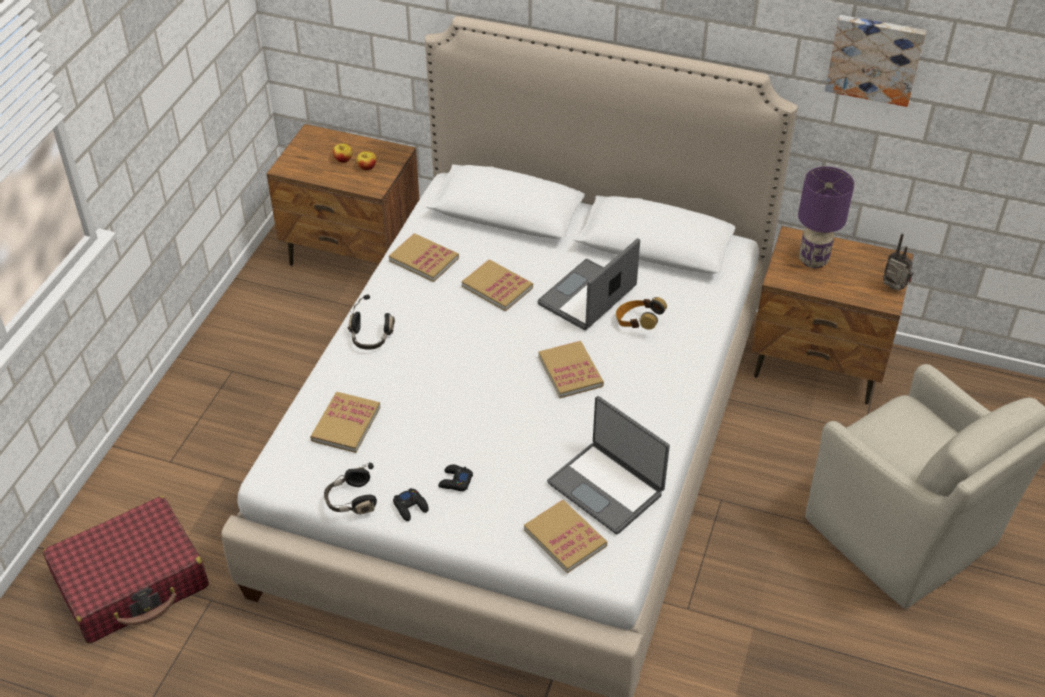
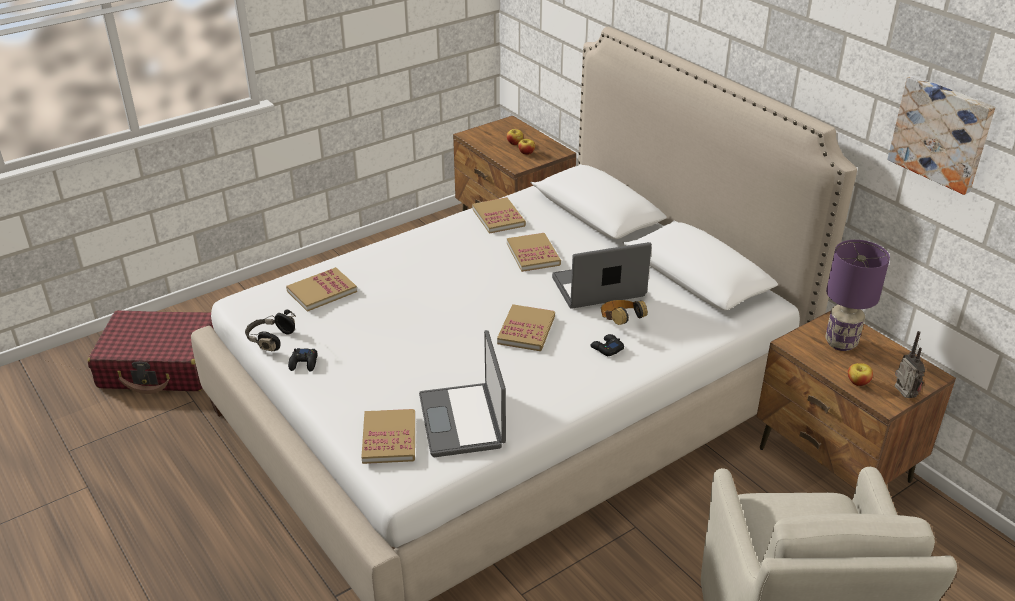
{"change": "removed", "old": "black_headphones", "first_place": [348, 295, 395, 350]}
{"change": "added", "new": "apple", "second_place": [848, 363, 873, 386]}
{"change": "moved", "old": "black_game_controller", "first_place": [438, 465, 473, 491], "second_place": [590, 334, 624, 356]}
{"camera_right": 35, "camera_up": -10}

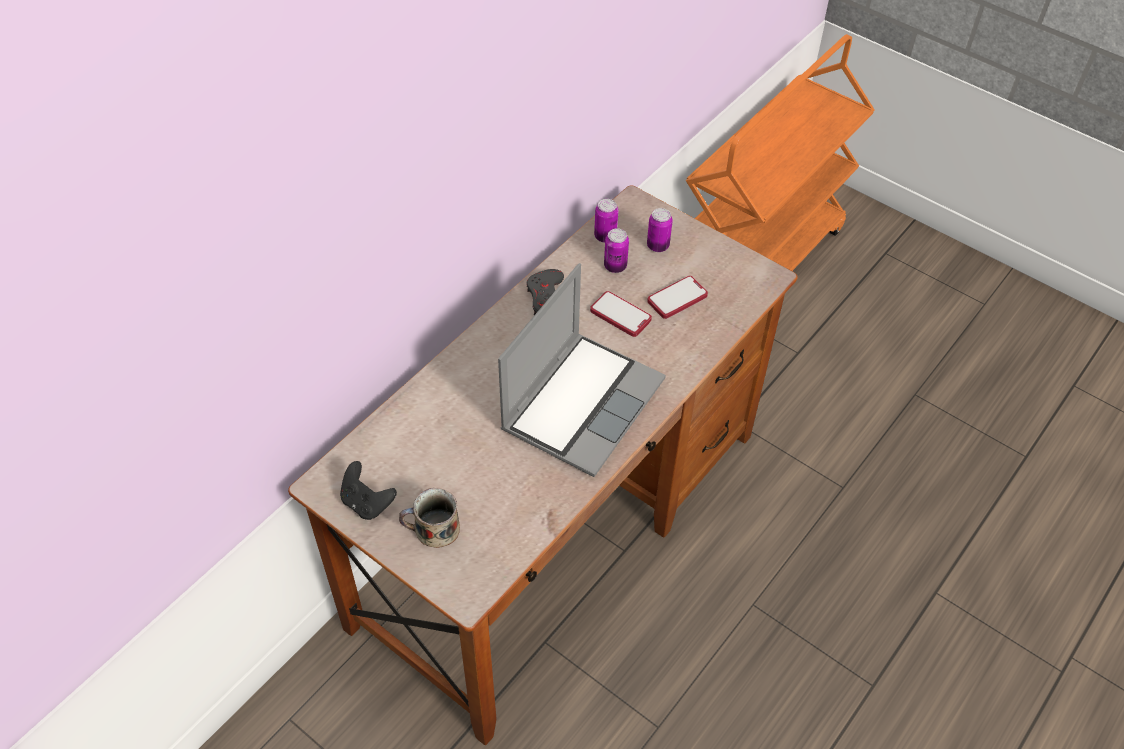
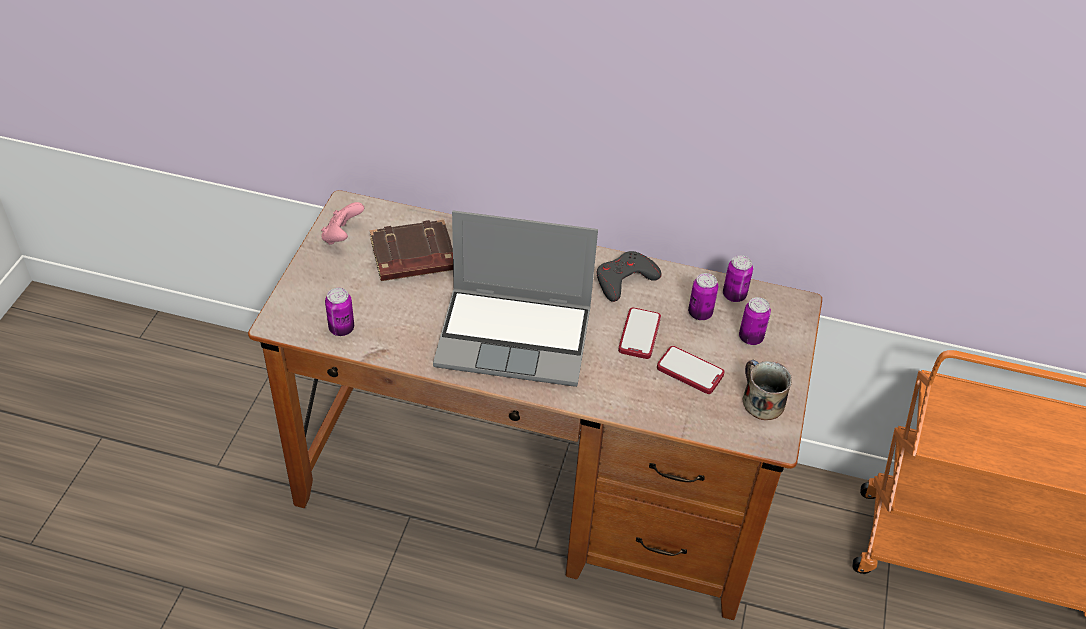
{"change": "added", "new": "can", "second_place": [325, 288, 354, 336]}
{"change": "added", "new": "brown_book", "second_place": [370, 220, 453, 281]}
{"change": "moved", "old": "mug", "first_place": [399, 488, 460, 548], "second_place": [743, 360, 792, 420]}
{"change": "recoloured", "old": "black_game_controller", "new": "pink_game_controller", "first_place": [340, 461, 397, 520], "second_place": [321, 202, 364, 245]}
{"camera_right": 65, "camera_up": -5}

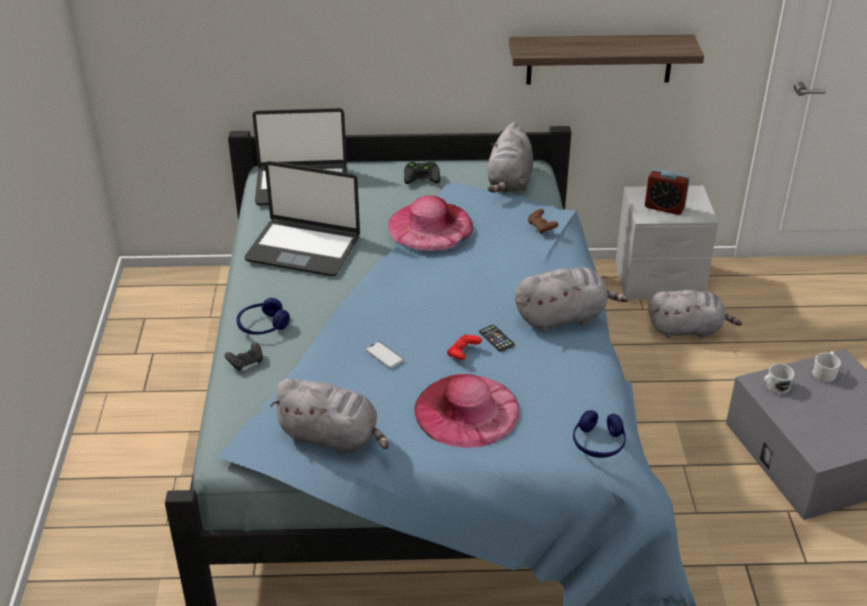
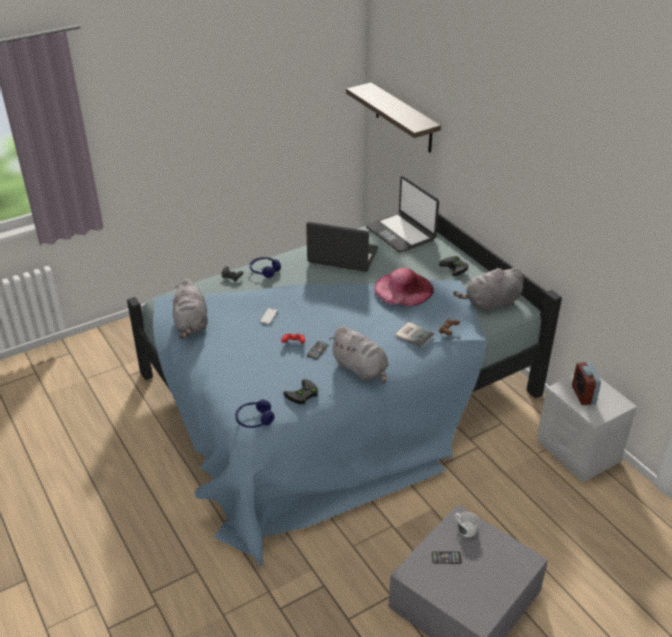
{"change": "removed", "old": "pink_hat", "first_place": [414, 374, 520, 448]}
{"change": "removed", "old": "grey_plush_toy", "first_place": [648, 289, 742, 339]}
{"change": "removed", "old": "white_mug", "first_place": [813, 351, 841, 382]}
{"change": "added", "new": "black_game_controller", "second_place": [283, 379, 318, 405]}
{"change": "added", "new": "book", "second_place": [395, 322, 435, 348]}
{"change": "added", "new": "phone", "second_place": [432, 551, 462, 564]}
{"change": "moved", "old": "shelf", "first_place": [509, 35, 704, 84], "second_place": [346, 83, 441, 153]}
{"change": "turned", "old": "laptop", "first_place": [245, 161, 360, 276], "second_place": [306, 222, 378, 272], "degrees": 120}
{"camera_right": 60, "camera_up": 0}

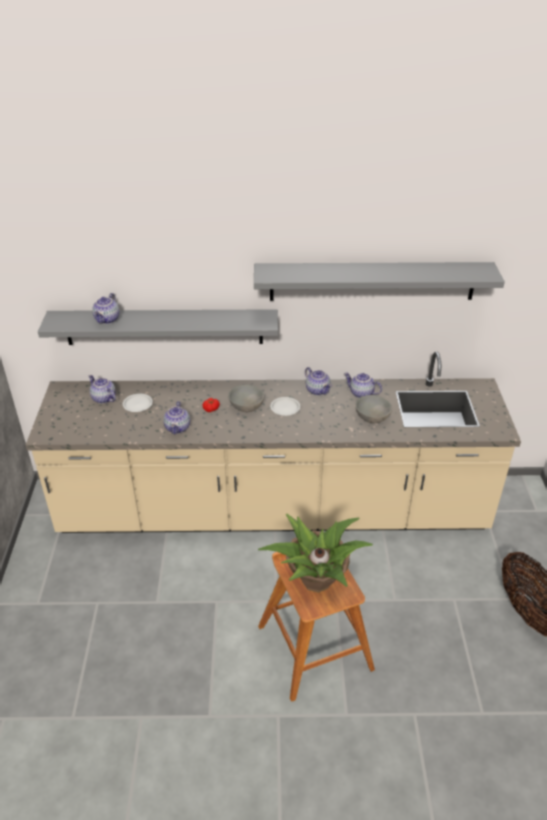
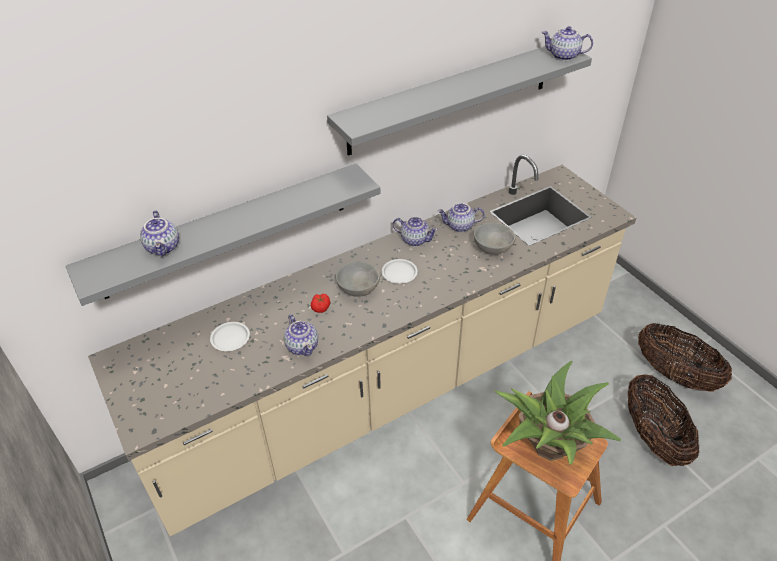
{"change": "added", "new": "basket", "second_place": [628, 375, 699, 466]}
{"change": "moved", "old": "teapot", "first_place": [89, 375, 116, 404], "second_place": [541, 26, 593, 61]}
{"camera_right": -30, "camera_up": 5}

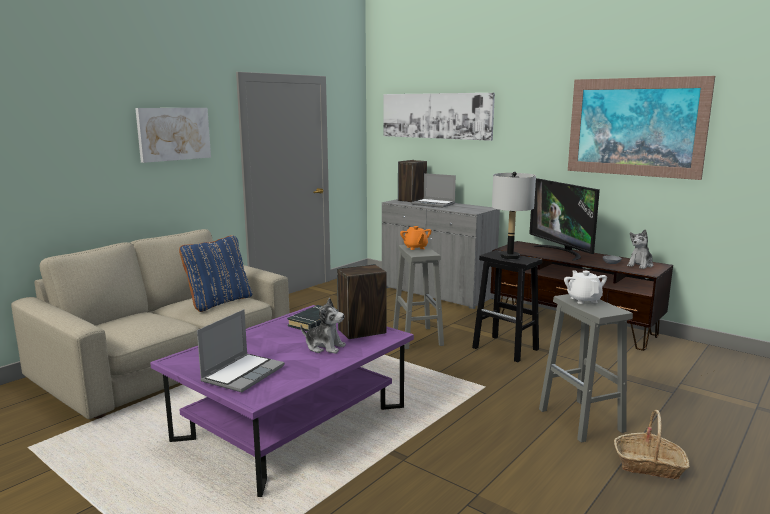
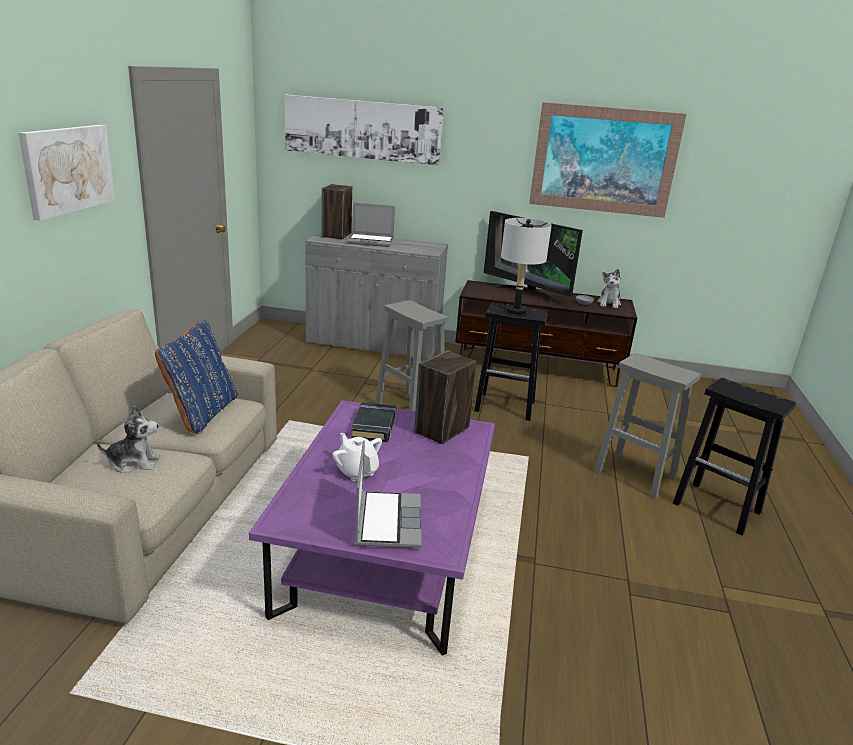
{"change": "removed", "old": "orange_teapot", "first_place": [400, 226, 431, 250]}
{"change": "moved", "old": "plush_toy", "first_place": [300, 298, 346, 354], "second_place": [96, 406, 160, 473]}
{"change": "moved", "old": "white_teapot", "first_place": [564, 270, 607, 304], "second_place": [332, 433, 382, 481]}
{"change": "replaced", "old": "basket", "new": "black_stool", "first_place": [614, 410, 690, 479], "second_place": [673, 378, 796, 536]}
{"camera_right": -30, "camera_up": 10}

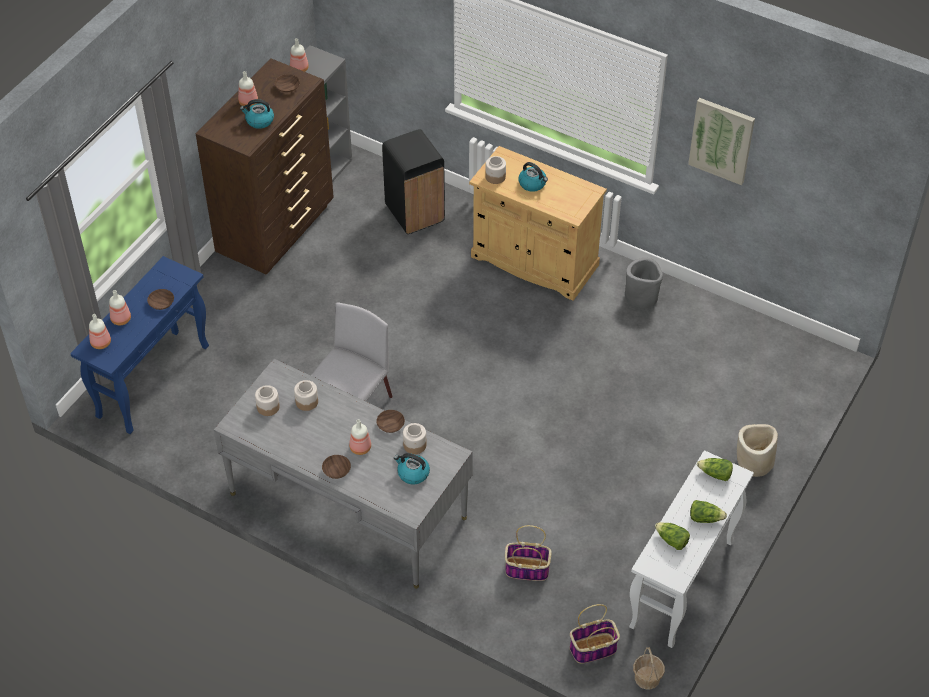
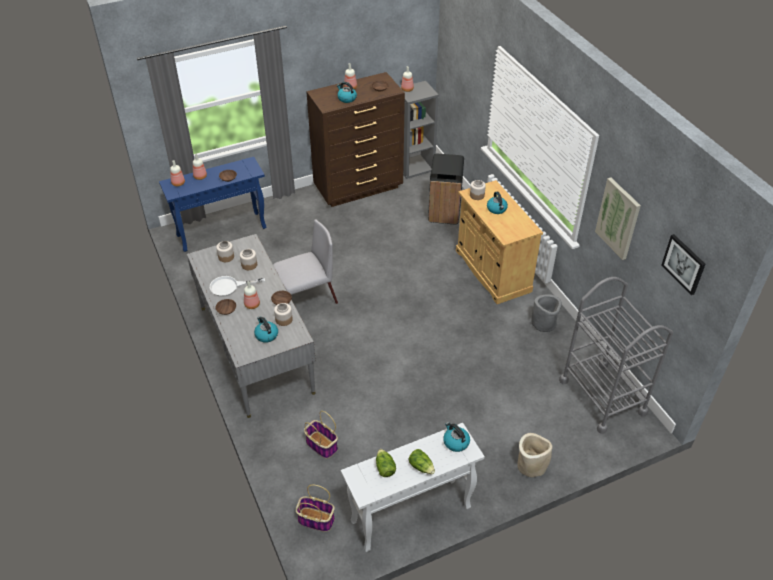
{"change": "removed", "old": "basket", "first_place": [633, 647, 665, 690]}
{"change": "added", "new": "white_frying_pan", "second_place": [210, 276, 265, 297]}
{"change": "added", "new": "grey_cart", "second_place": [559, 277, 673, 434]}
{"change": "added", "new": "picture", "second_place": [661, 234, 705, 295]}
{"change": "replaced", "old": "lettuce", "new": "kettle", "first_place": [697, 458, 733, 481], "second_place": [443, 422, 470, 452]}
{"camera_right": 35, "camera_up": -5}

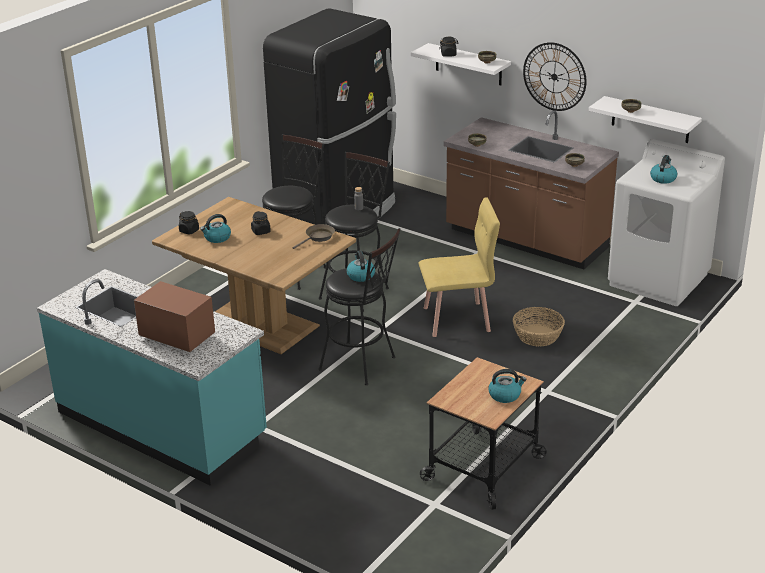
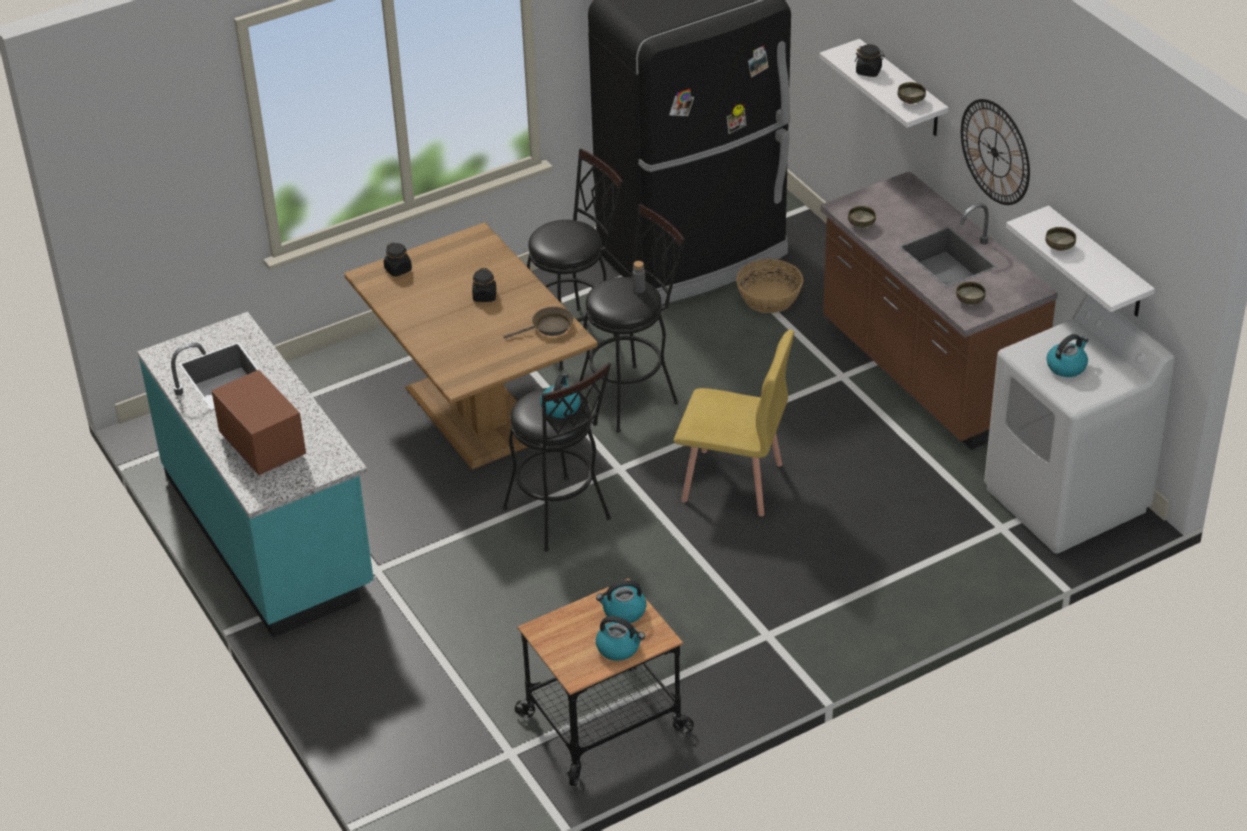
{"change": "moved", "old": "kettle", "first_place": [200, 214, 231, 243], "second_place": [596, 580, 646, 623]}
{"change": "moved", "old": "basket", "first_place": [513, 307, 565, 346], "second_place": [736, 259, 803, 313]}
{"camera_right": 25, "camera_up": 10}

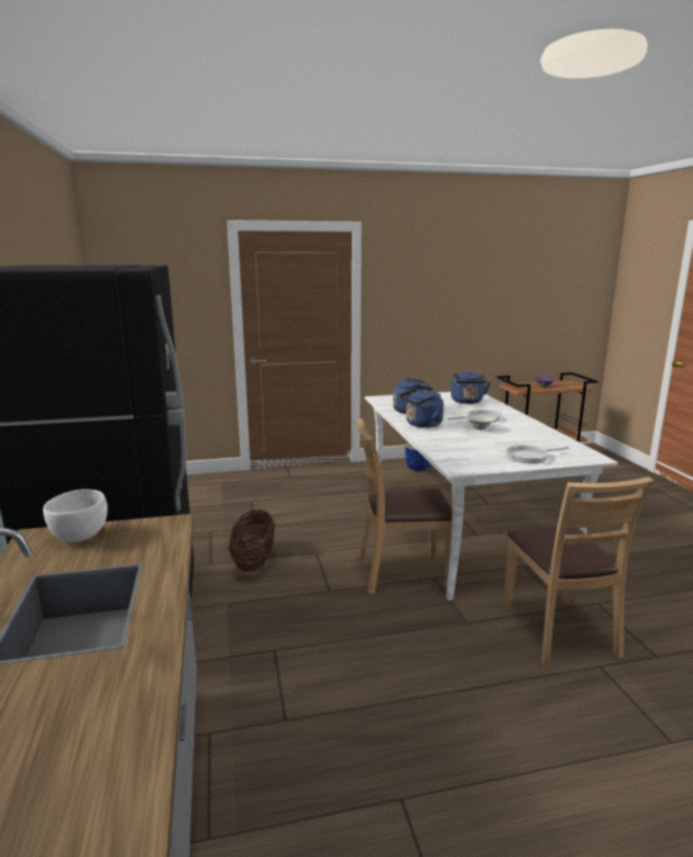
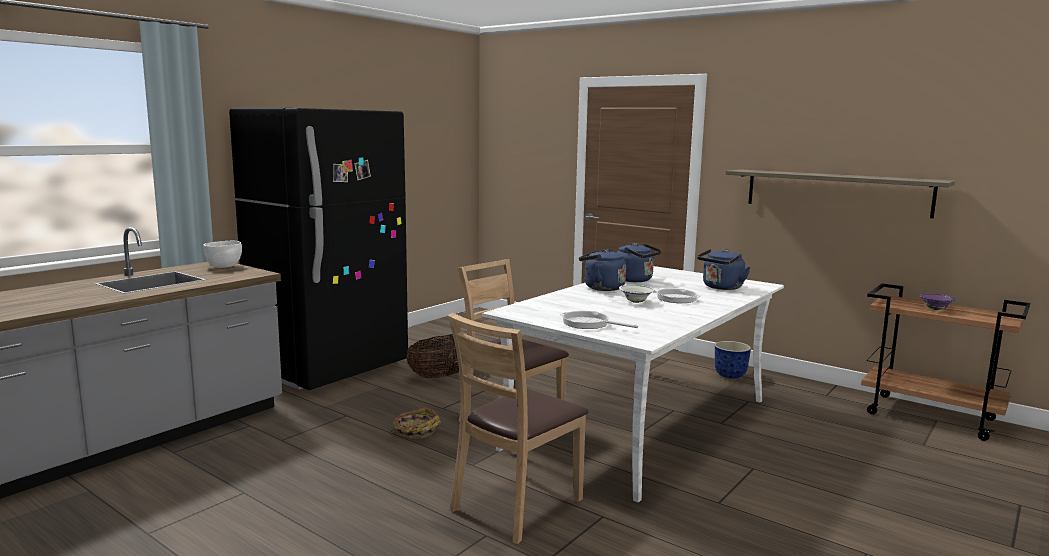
{"change": "added", "new": "basket", "second_place": [390, 407, 441, 439]}
{"change": "added", "new": "shelf", "second_place": [726, 169, 955, 218]}
{"camera_right": 50, "camera_up": -5}

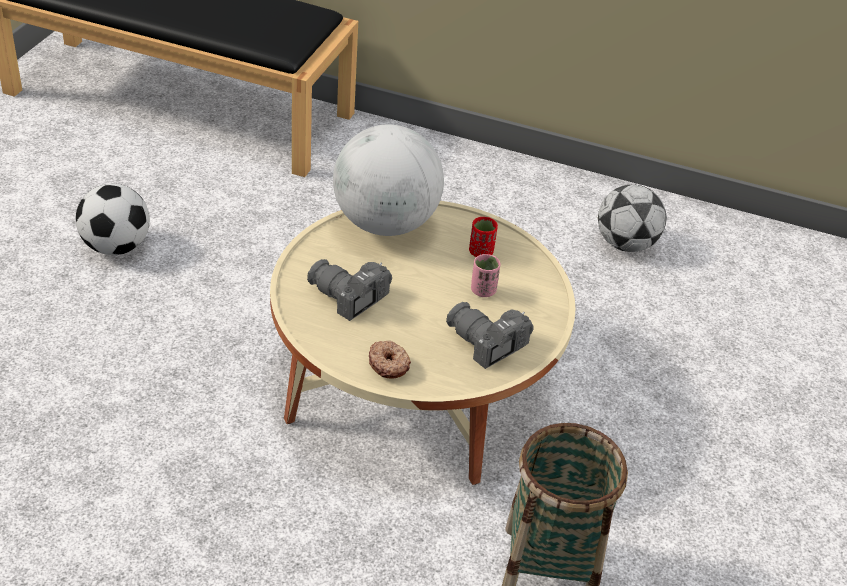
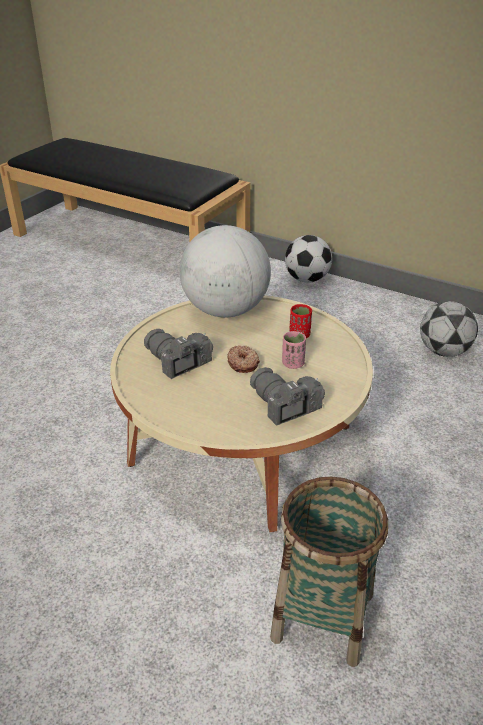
{"change": "moved", "old": "football", "first_place": [76, 183, 150, 255], "second_place": [285, 235, 332, 283]}
{"change": "moved", "old": "donut", "first_place": [369, 341, 411, 379], "second_place": [228, 345, 260, 373]}
{"camera_right": 15, "camera_up": -5}

